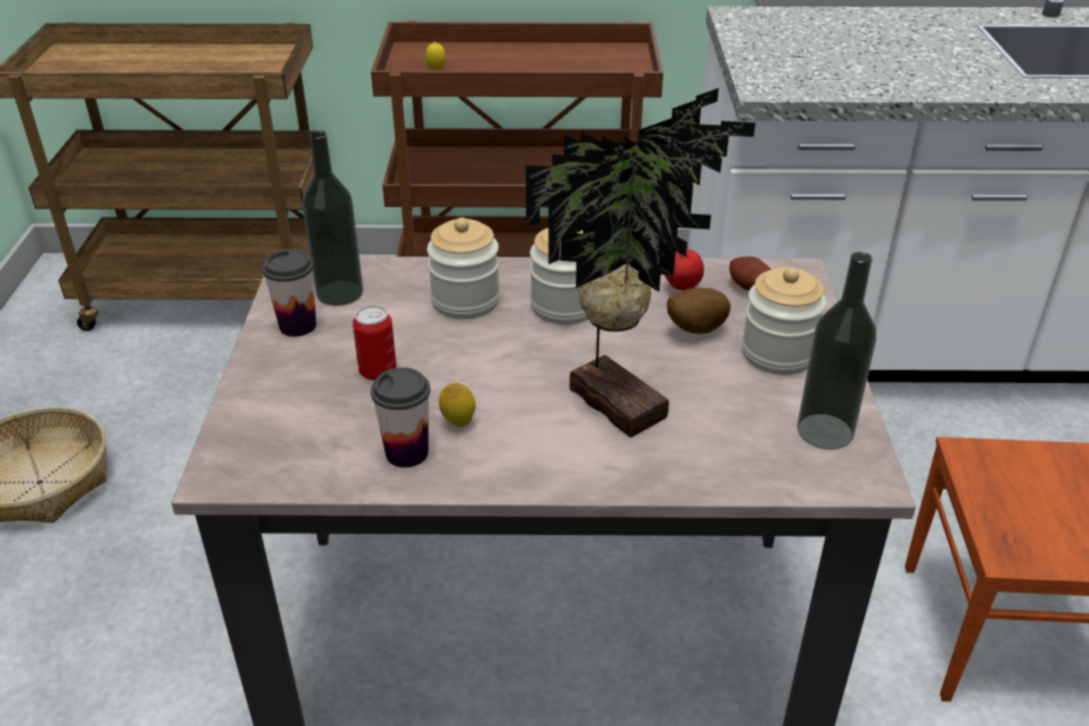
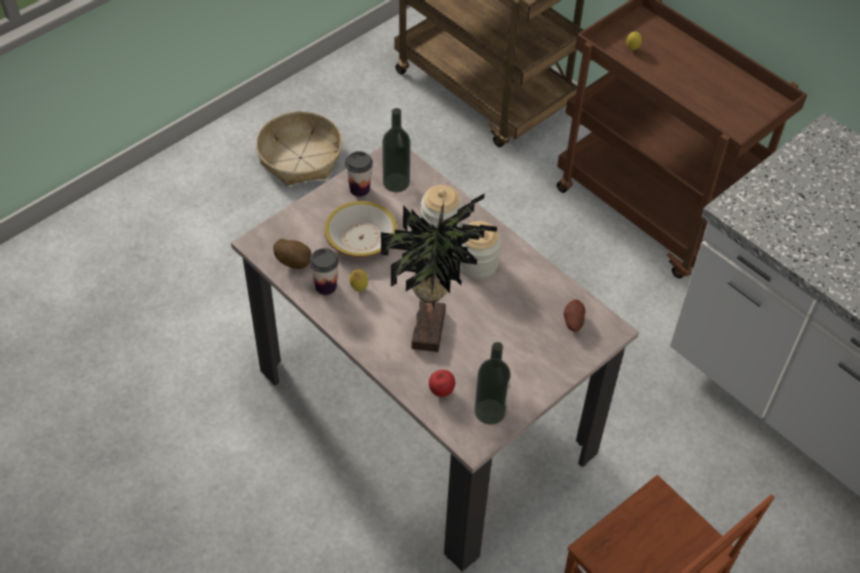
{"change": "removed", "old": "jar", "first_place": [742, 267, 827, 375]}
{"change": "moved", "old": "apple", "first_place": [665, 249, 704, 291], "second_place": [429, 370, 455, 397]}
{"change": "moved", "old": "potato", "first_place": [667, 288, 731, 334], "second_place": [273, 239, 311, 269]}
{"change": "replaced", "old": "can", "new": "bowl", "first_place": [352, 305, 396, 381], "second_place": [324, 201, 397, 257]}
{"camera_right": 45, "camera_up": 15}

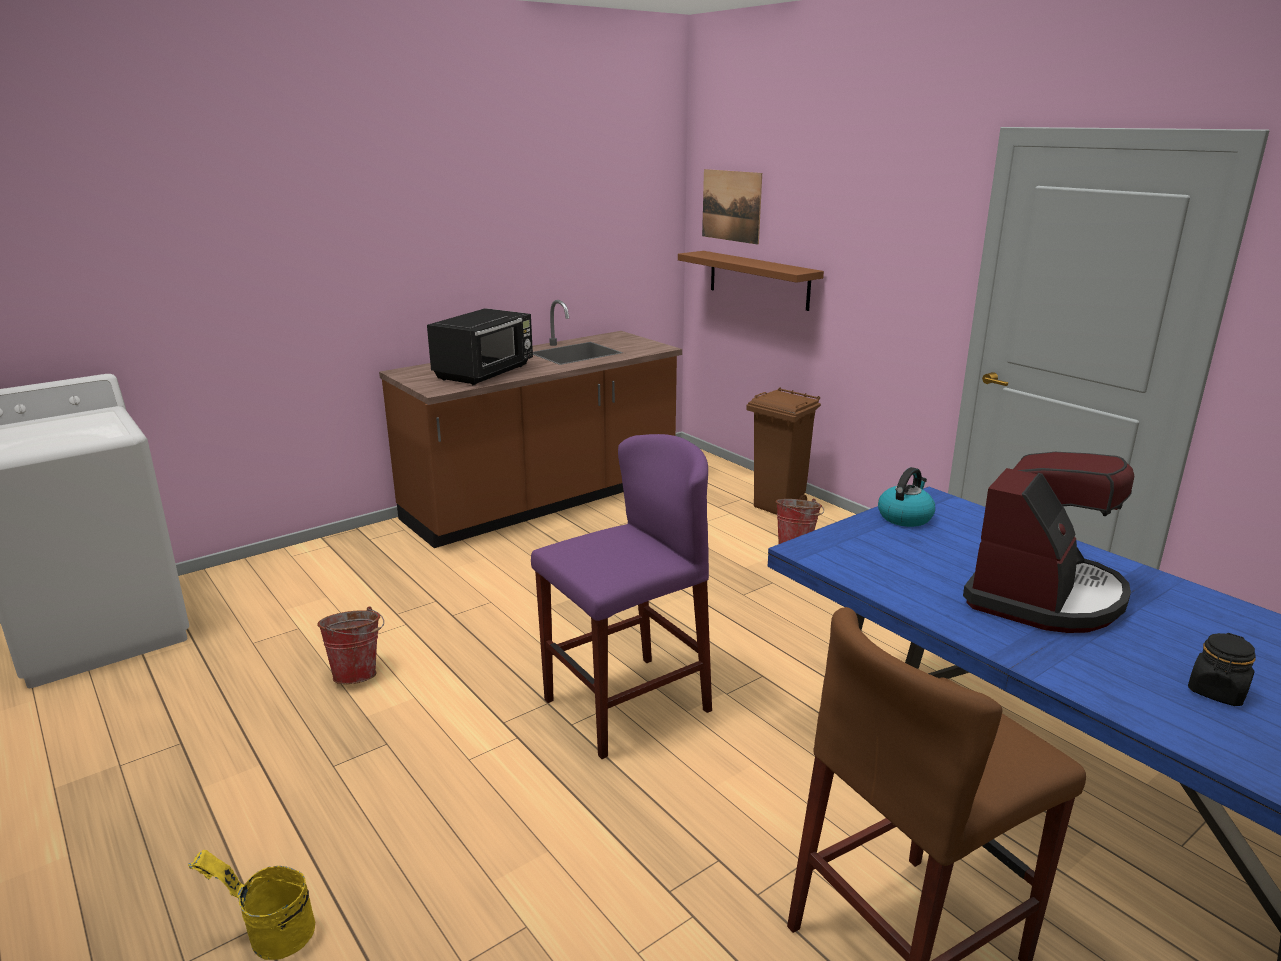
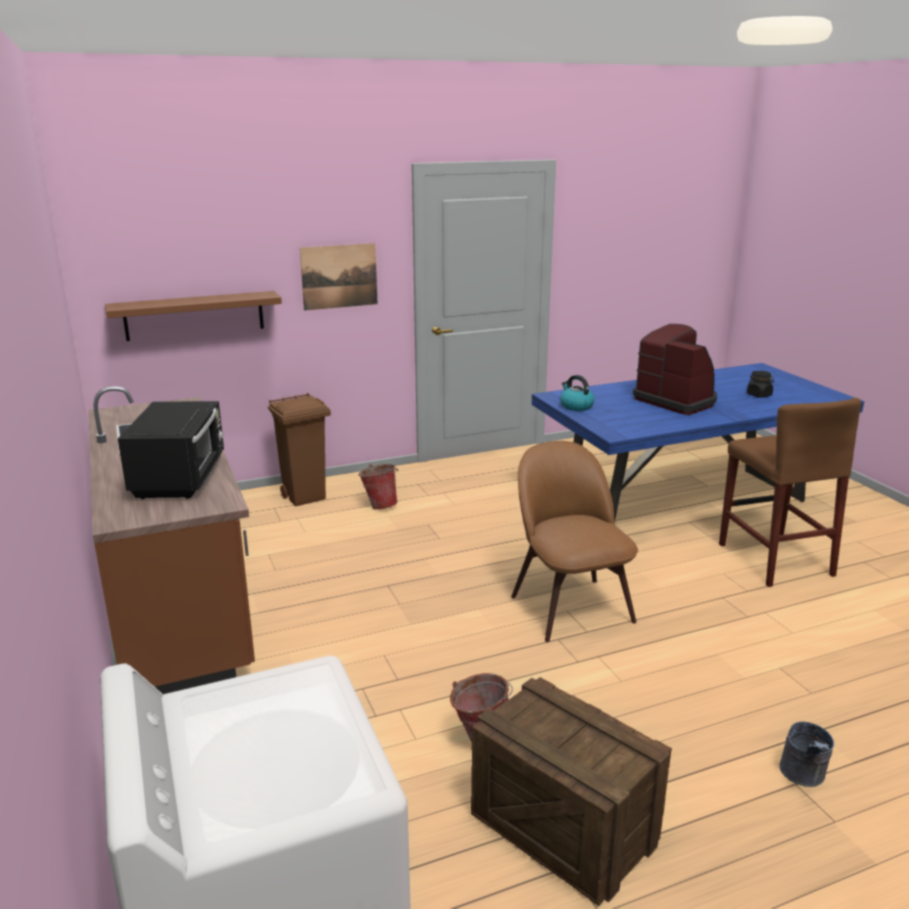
{"change": "added", "new": "crate", "second_place": [471, 677, 672, 906]}
{"change": "moved", "old": "picture", "first_place": [702, 169, 762, 245], "second_place": [300, 243, 378, 311]}
{"change": "replaced", "old": "purple_stool", "new": "brown_chair", "first_place": [531, 434, 712, 759], "second_place": [511, 441, 638, 642]}
{"change": "recoloured", "old": "yellow_bucket", "new": "grey_bucket", "first_place": [188, 850, 315, 960], "second_place": [779, 721, 834, 787]}
{"change": "turned", "old": "black_microwave", "first_place": [427, 308, 533, 385], "second_place": [118, 401, 224, 499], "degrees": 45}
{"camera_right": -75, "camera_up": 0}

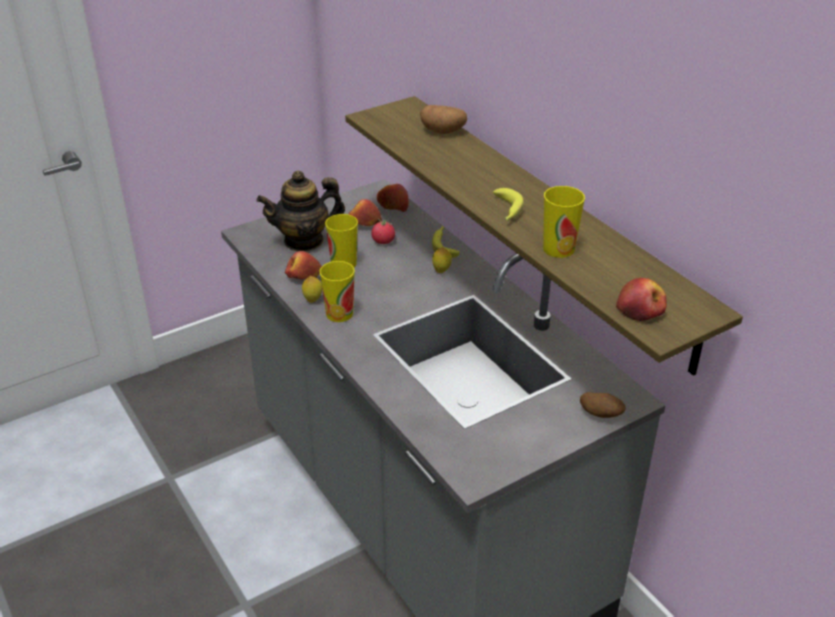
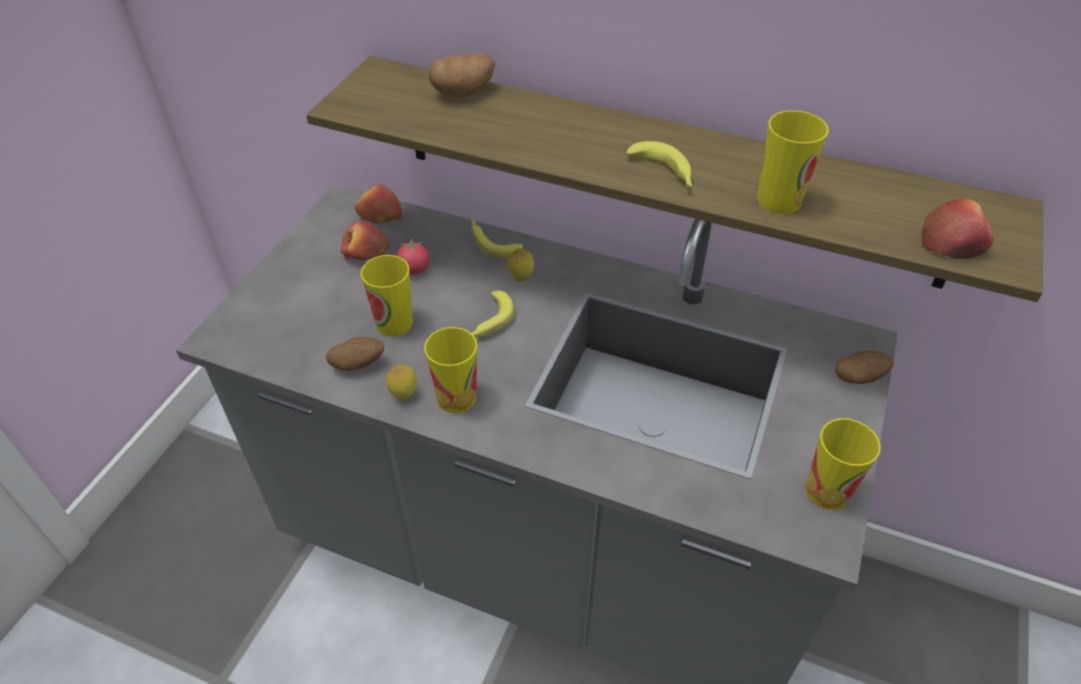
{"change": "removed", "old": "teapot", "first_place": [256, 171, 345, 251]}
{"change": "added", "new": "banana", "second_place": [472, 291, 515, 337]}
{"change": "added", "new": "cup", "second_place": [805, 418, 881, 510]}
{"change": "replaced", "old": "apple", "new": "potato", "first_place": [285, 251, 322, 279], "second_place": [326, 337, 384, 371]}
{"camera_right": -35, "camera_up": 10}

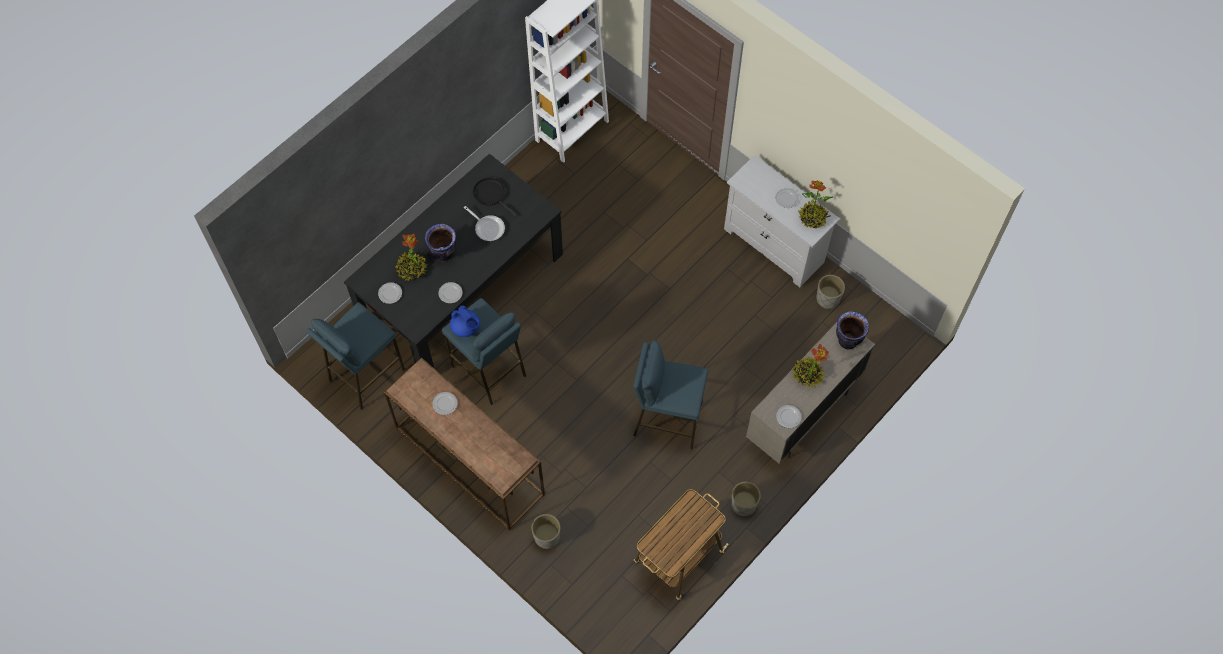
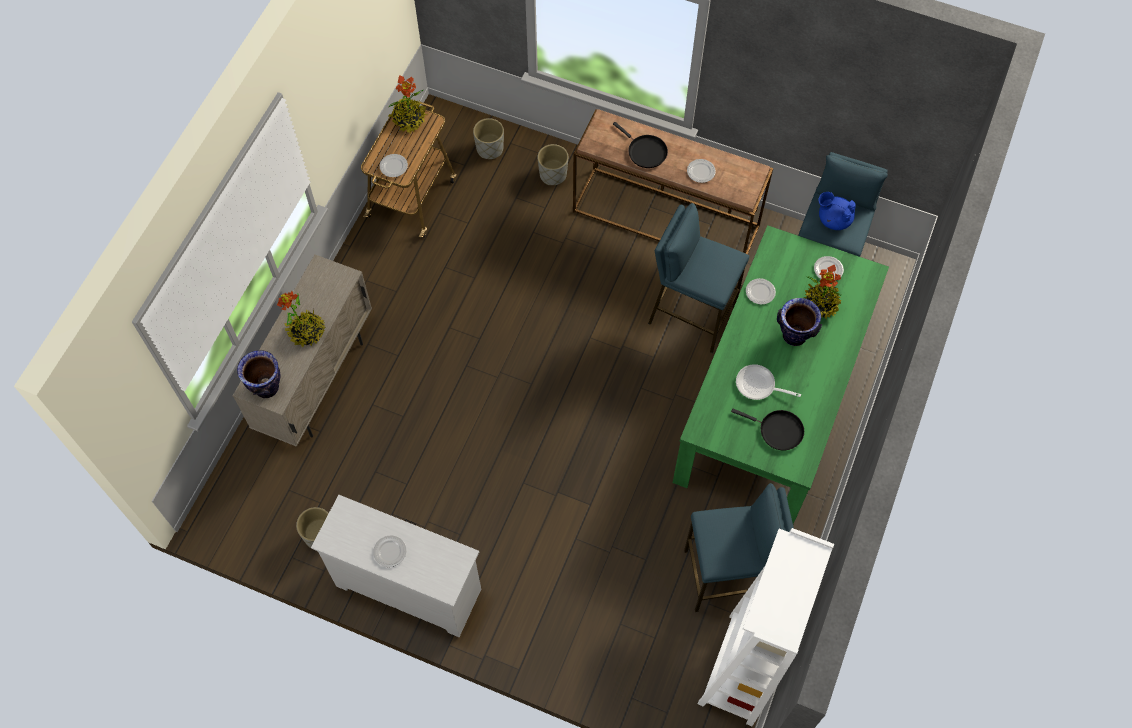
{"change": "added", "new": "black_frying_pan", "second_place": [613, 122, 668, 168]}
{"change": "moved", "old": "blue_teapot", "first_place": [450, 305, 480, 337], "second_place": [818, 192, 856, 230]}
{"change": "moved", "old": "blue_stool", "first_place": [633, 340, 708, 450], "second_place": [684, 483, 794, 612]}
{"change": "moved", "old": "grey_planter", "first_place": [731, 482, 761, 516], "second_place": [473, 118, 504, 159]}
{"change": "moved", "old": "plate", "first_place": [776, 405, 801, 428], "second_place": [380, 154, 408, 177]}
{"change": "moved", "old": "potted_plant", "first_place": [798, 180, 833, 228], "second_place": [389, 75, 427, 134]}
{"change": "recoloured", "old": "black_dining_table", "new": "green_dining_table", "first_place": [344, 154, 563, 368], "second_place": [673, 225, 889, 524]}
{"camera_right": 160, "camera_up": 0}

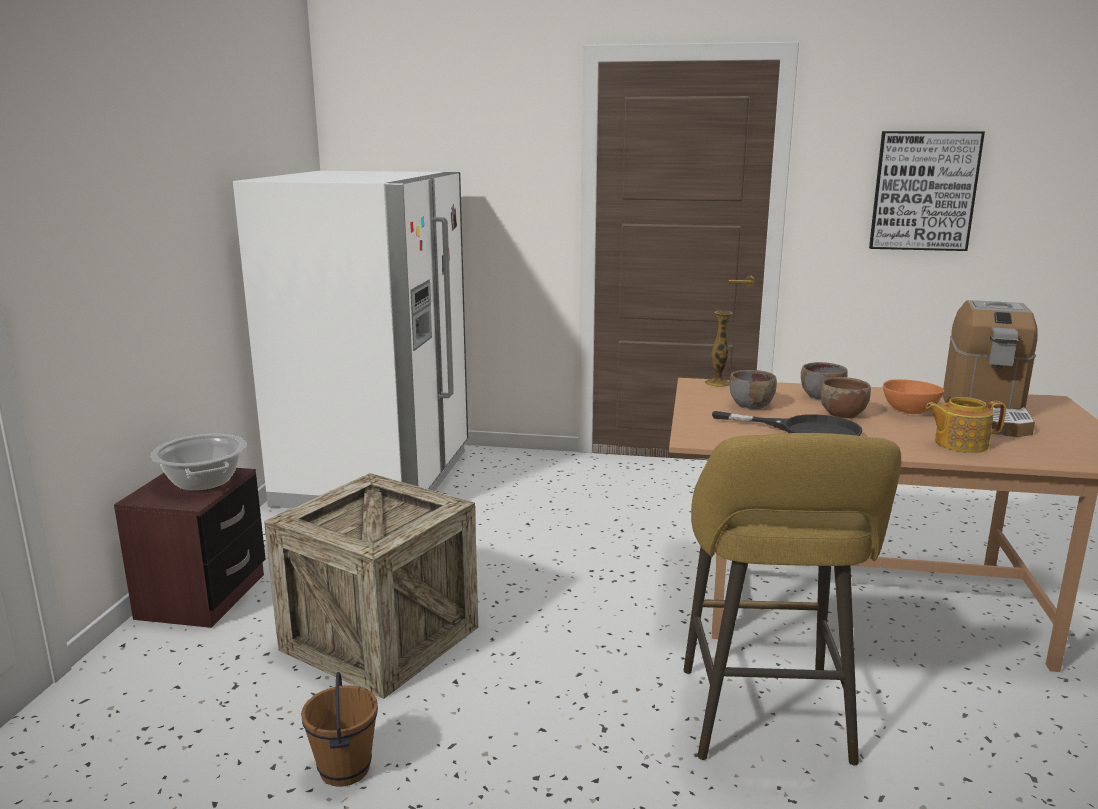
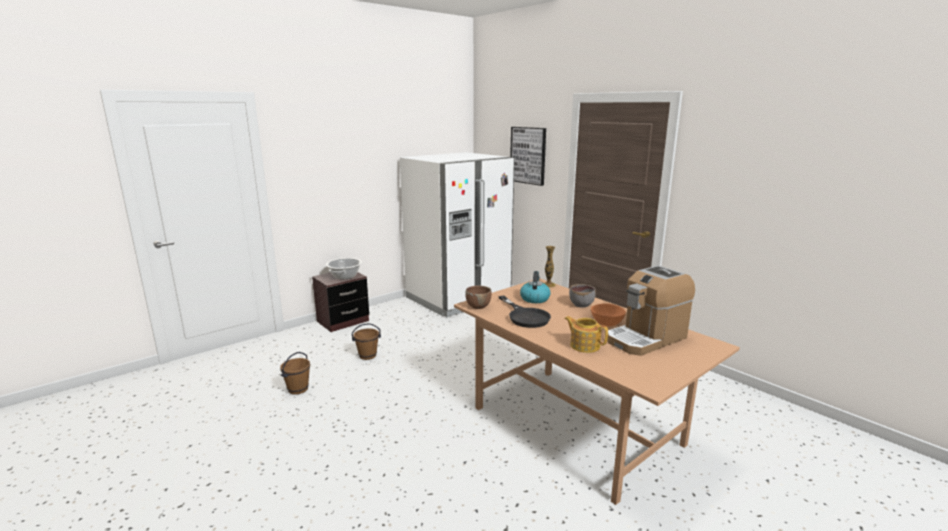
{"change": "removed", "old": "yellow_stool", "first_place": [684, 433, 901, 765]}
{"change": "moved", "old": "brown_bowl", "first_place": [820, 377, 871, 418], "second_place": [465, 286, 492, 309]}
{"change": "moved", "old": "picture", "first_place": [869, 131, 985, 251], "second_place": [510, 127, 546, 186]}
{"change": "replaced", "old": "crate", "new": "brown_bucket", "first_place": [264, 473, 478, 699], "second_place": [352, 323, 381, 360]}
{"change": "replaced", "old": "grey_bowl", "new": "kettle", "first_place": [729, 370, 777, 409], "second_place": [520, 271, 551, 303]}
{"camera_right": 40, "camera_up": 0}

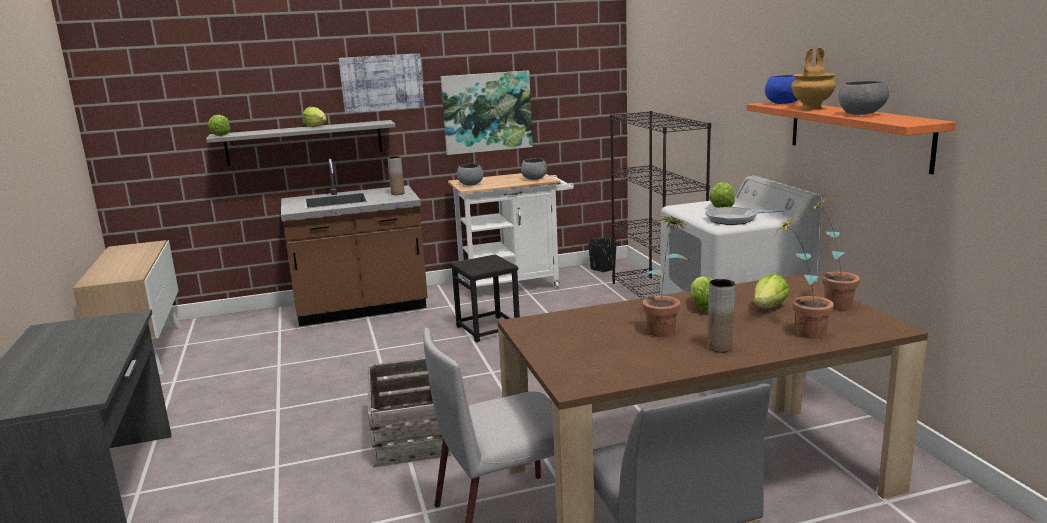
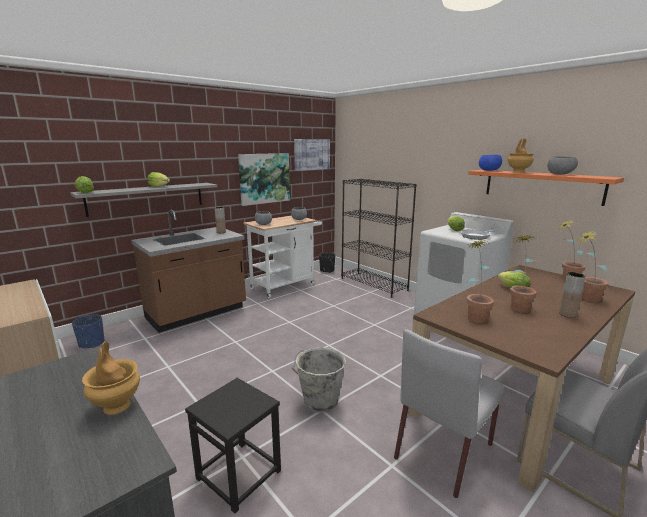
{"change": "removed", "old": "lettuce", "first_place": [753, 274, 790, 308]}
{"change": "added", "new": "blue_planter", "second_place": [72, 314, 104, 348]}
{"change": "added", "new": "brown_vase", "second_place": [82, 342, 140, 415]}
{"change": "added", "new": "potted_plant", "second_place": [467, 240, 494, 323]}
{"change": "moved", "old": "picture", "first_place": [339, 53, 425, 113], "second_place": [294, 139, 330, 171]}
{"change": "moved", "old": "black_stool", "first_place": [450, 254, 520, 342], "second_place": [185, 378, 281, 514]}
{"change": "replaced", "old": "crate", "new": "grey_bucket", "first_place": [367, 358, 451, 468], "second_place": [292, 347, 346, 412]}
{"camera_right": -25, "camera_up": 0}

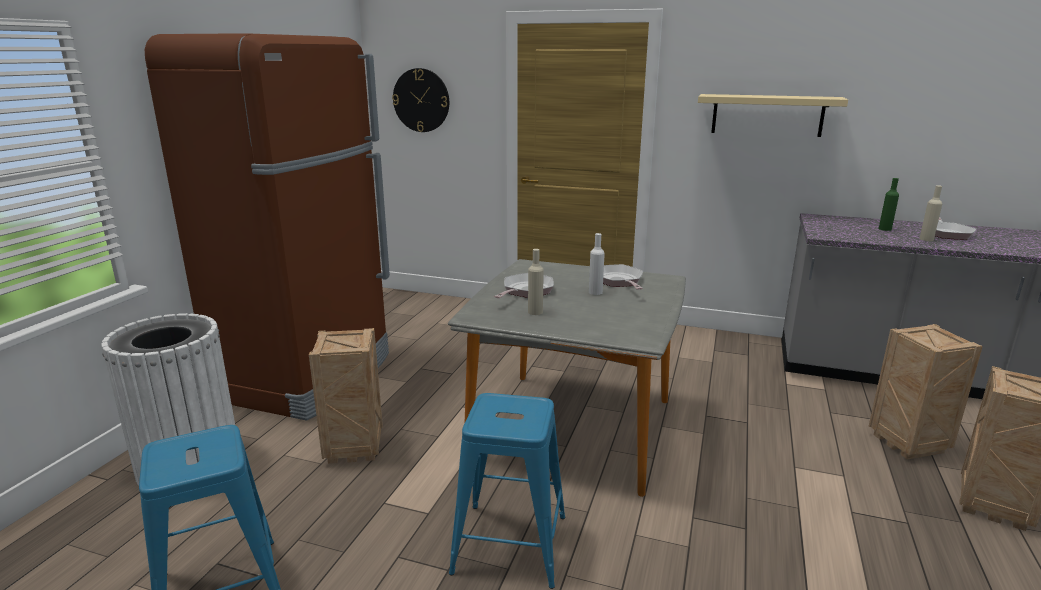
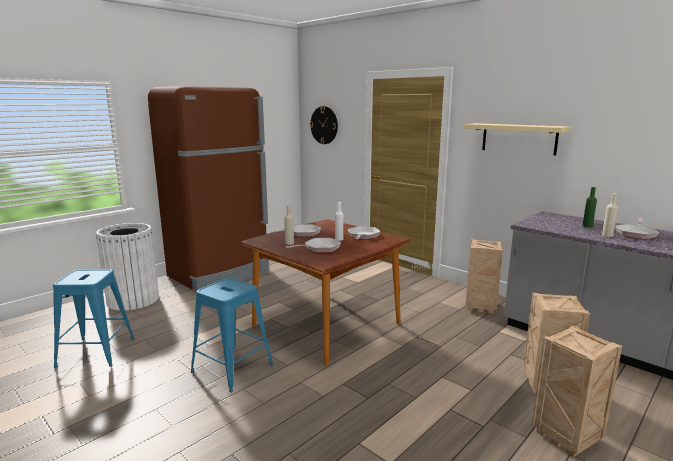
{"change": "added", "new": "frying_pan", "second_place": [286, 238, 341, 253]}
{"change": "moved", "old": "crate", "first_place": [309, 328, 383, 464], "second_place": [465, 239, 503, 313]}
{"change": "recoloured", "old": "grey_dining_table", "new": "brown_dining_table", "first_place": [448, 259, 686, 497], "second_place": [240, 219, 411, 366]}
{"camera_right": 25, "camera_up": -5}

